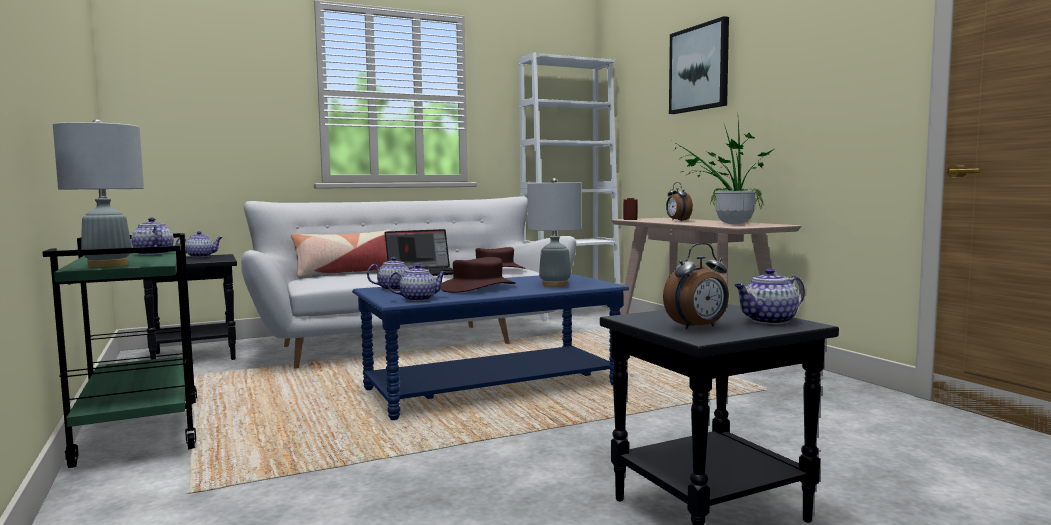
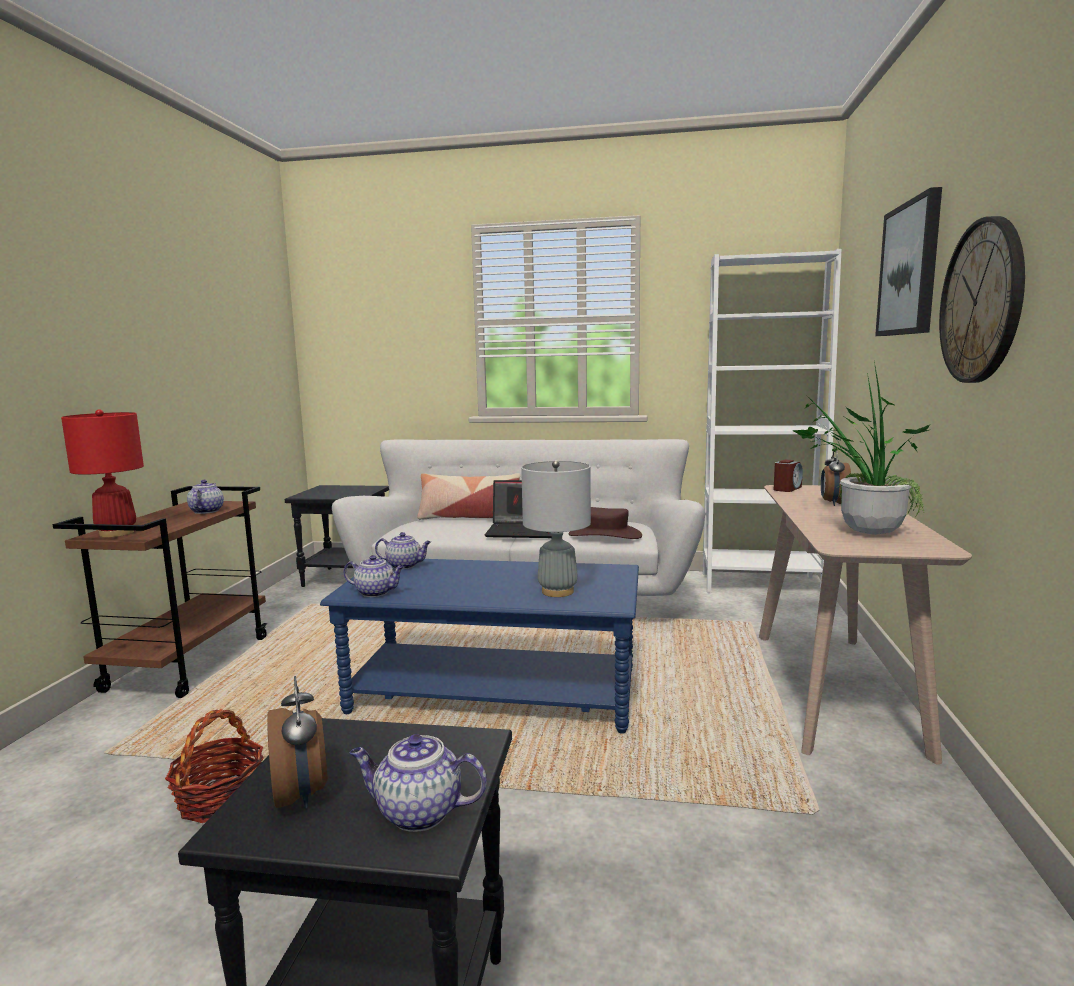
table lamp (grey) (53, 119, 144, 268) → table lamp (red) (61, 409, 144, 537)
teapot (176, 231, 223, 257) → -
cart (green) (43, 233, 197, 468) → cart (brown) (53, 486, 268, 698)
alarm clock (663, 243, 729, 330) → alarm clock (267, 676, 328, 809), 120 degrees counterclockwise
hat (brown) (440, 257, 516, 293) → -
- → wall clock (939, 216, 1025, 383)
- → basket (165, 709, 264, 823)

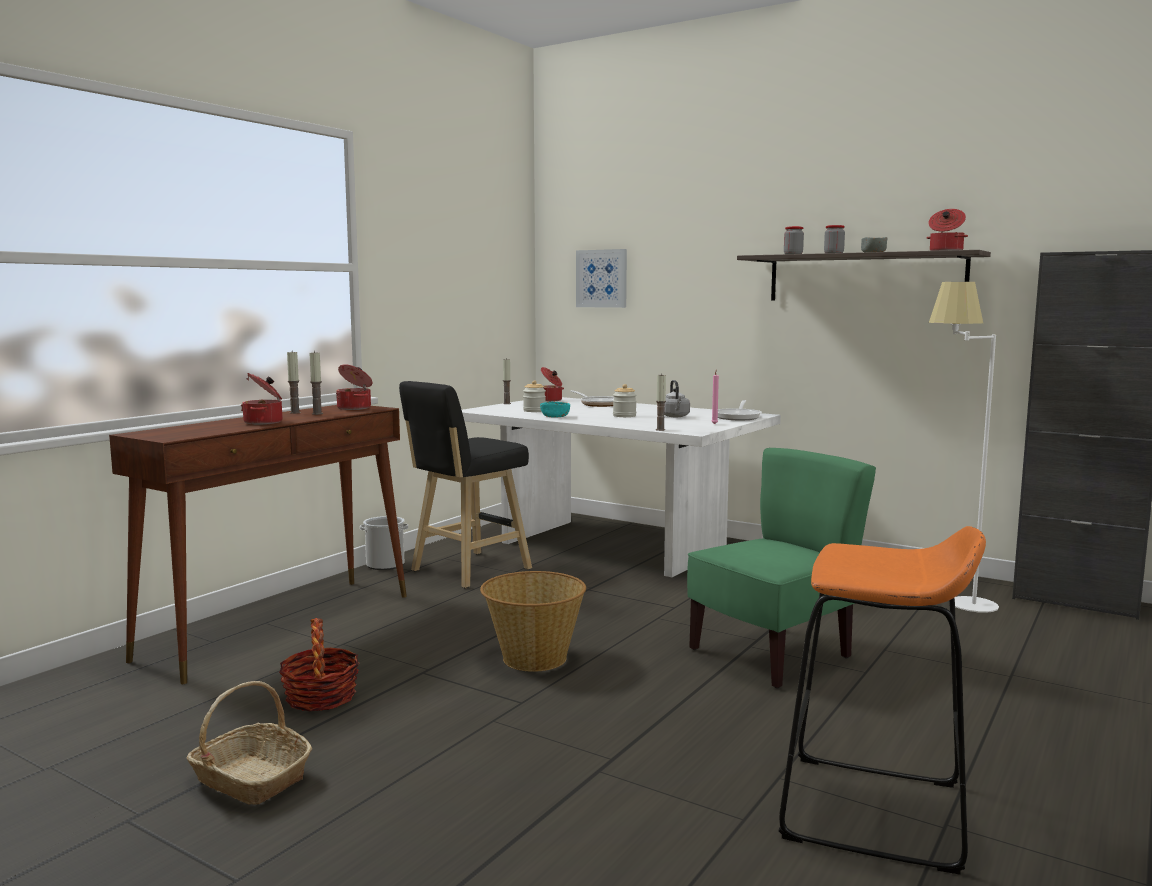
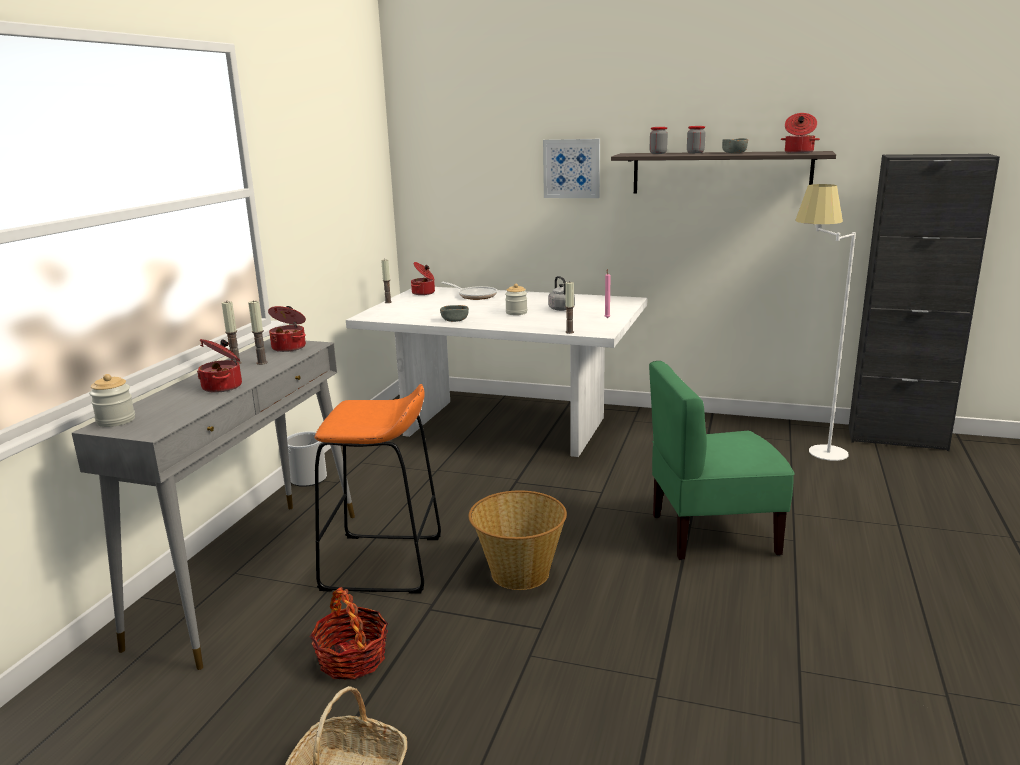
picture (576, 249, 627, 308) → picture (543, 139, 600, 198), shifted
jar (523, 380, 546, 412) → jar (89, 374, 135, 427), shifted
stool (black) (399, 381, 532, 589) → -
frying pan (718, 400, 762, 420) → -
bowl (turquoise) (540, 402, 570, 417) → bowl (grey) (440, 305, 469, 322)
console table (brown) (109, 405, 407, 684) → console table (grey) (72, 339, 355, 670)
chair (green) (687, 448, 876, 689) → chair (green) (649, 361, 795, 560), 135 degrees counterclockwise
stool (orange) (779, 526, 986, 875) → stool (orange) (314, 384, 441, 594), shifted

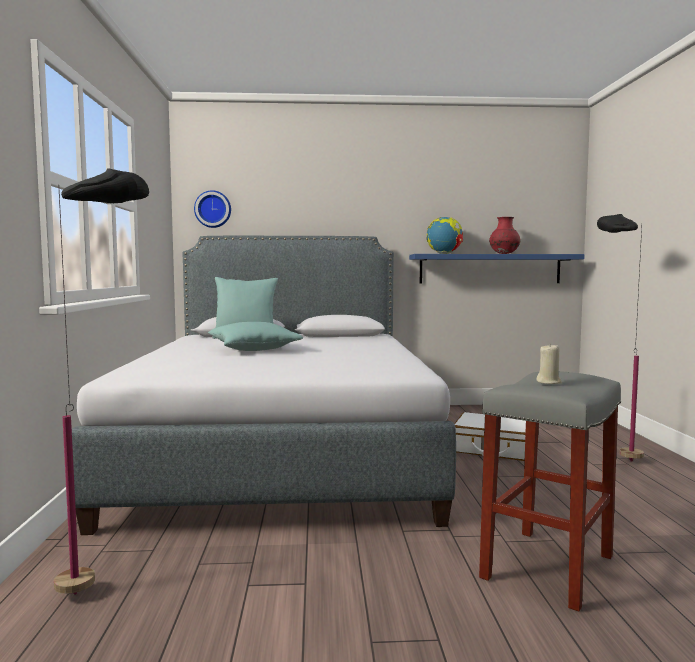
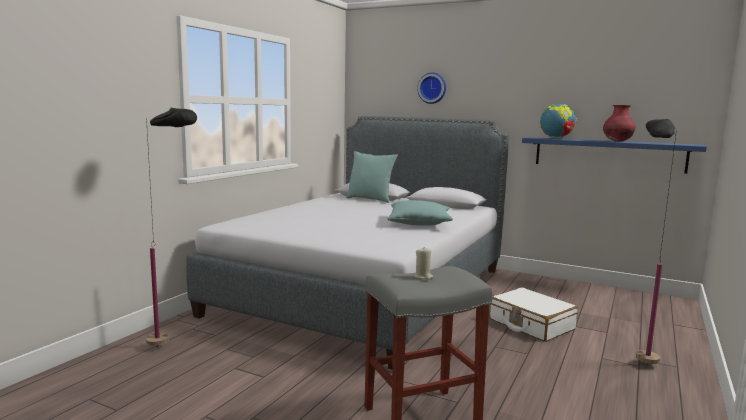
wall clock (194, 190, 231, 228) → wall clock (418, 72, 446, 104), shifted
pillow (turquoise) (208, 322, 303, 351) → pillow (turquoise) (387, 200, 453, 226), shifted

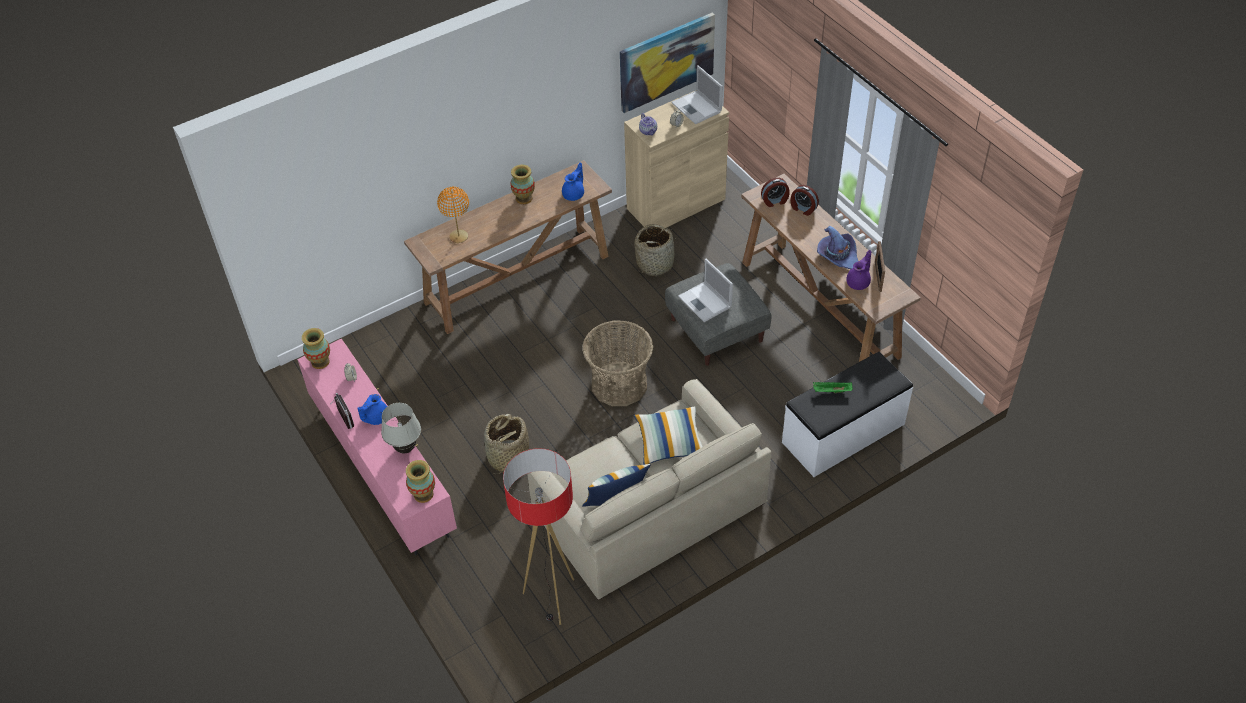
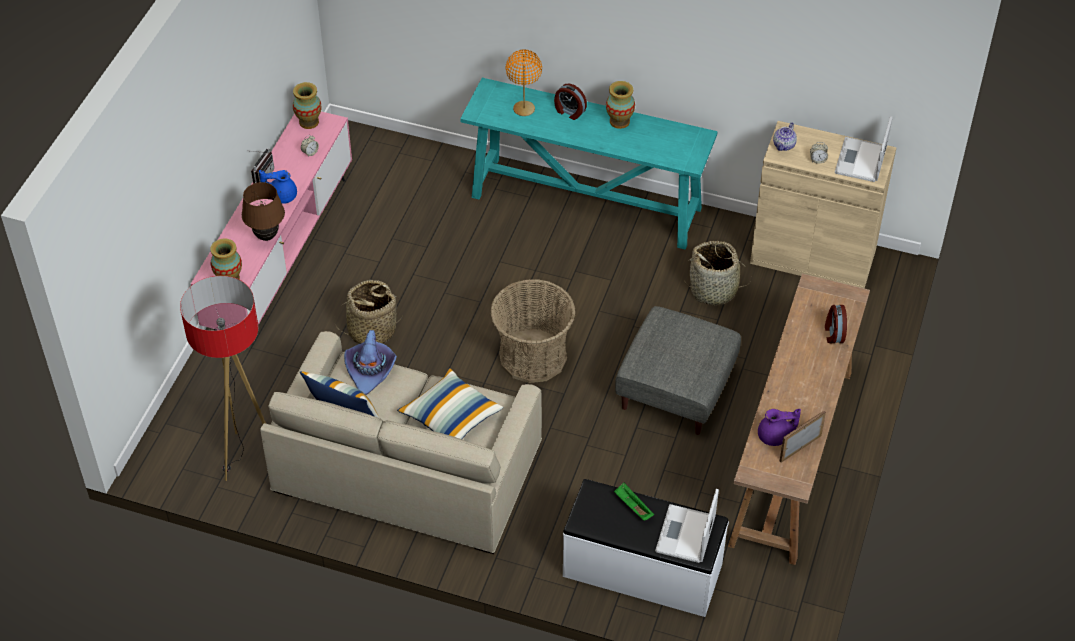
picture (620, 12, 715, 113) → -
console table (brown) (404, 160, 612, 334) → console table (turquoise) (460, 78, 718, 250)
teapot (blue) (562, 163, 584, 201) → -
alarm clock (761, 178, 789, 207) → alarm clock (554, 83, 587, 120), shifted
hat (purple) (817, 226, 858, 269) → hat (purple) (344, 330, 397, 395), shifted
laptop (678, 259, 733, 322) → laptop (655, 489, 719, 563), shifted
table lamp (white) (381, 403, 421, 454) → table lamp (brown) (242, 182, 285, 241)

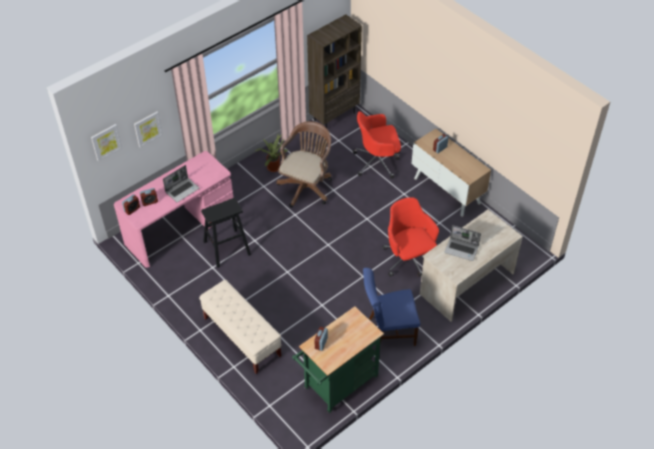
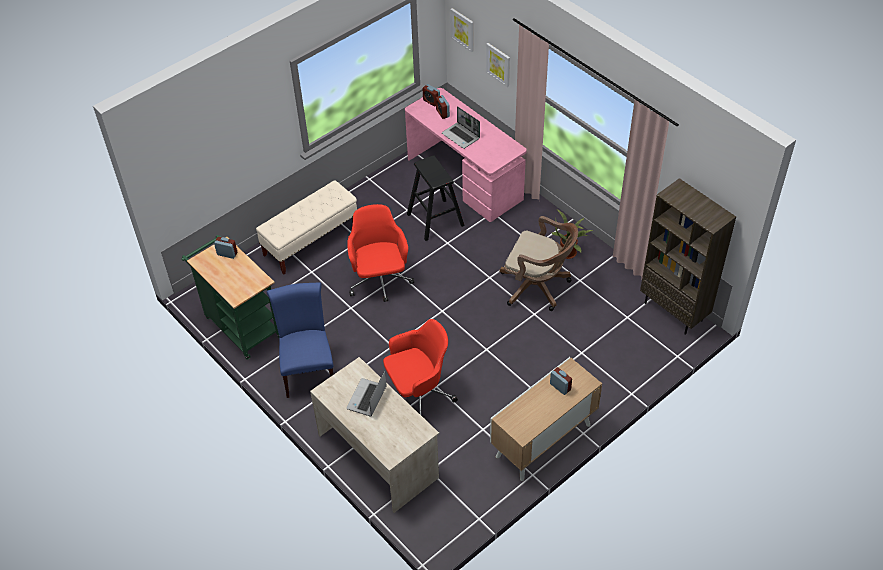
office chair (red) (353, 111, 401, 179) → office chair (red) (347, 204, 414, 302), shifted

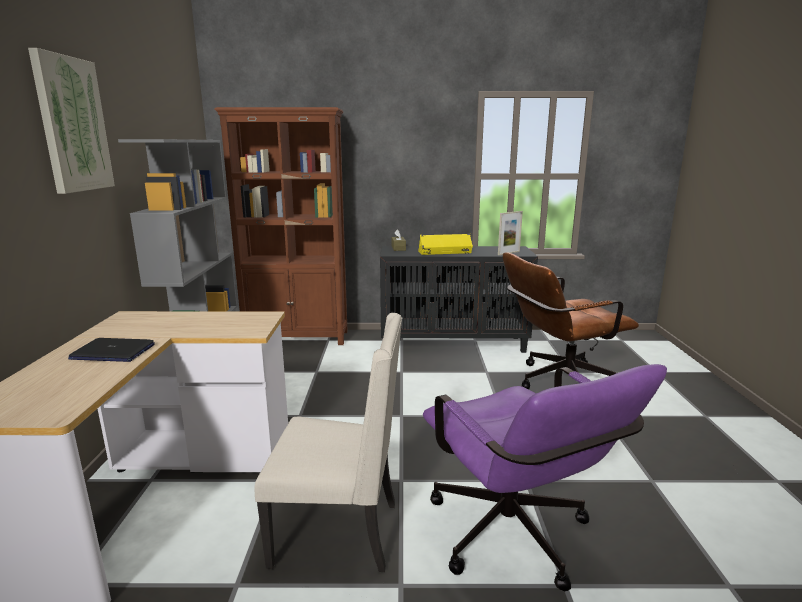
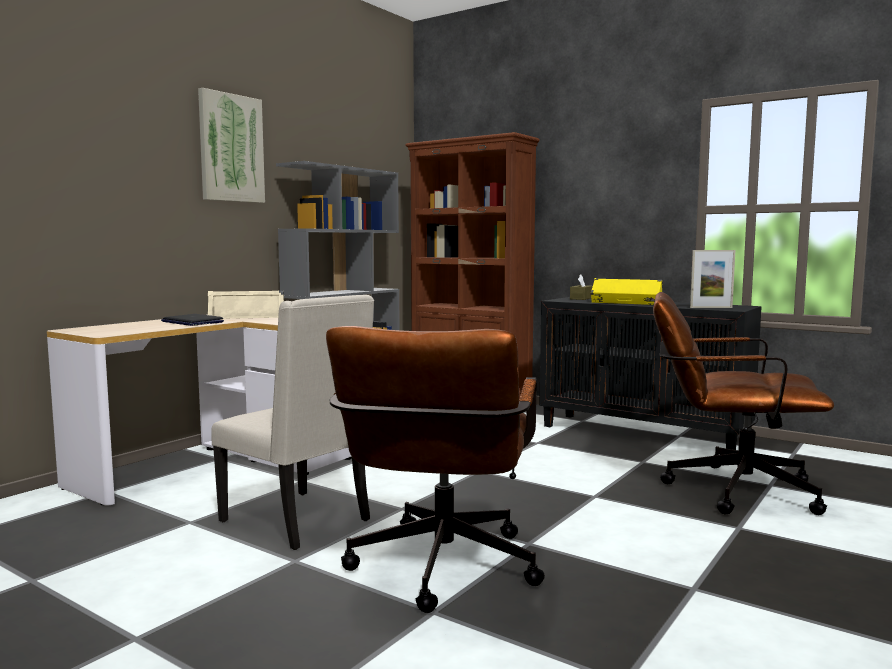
office chair (purple) (423, 364, 667, 592) → office chair (brown) (326, 326, 545, 613)
- → speaker (beige) (208, 290, 284, 319)

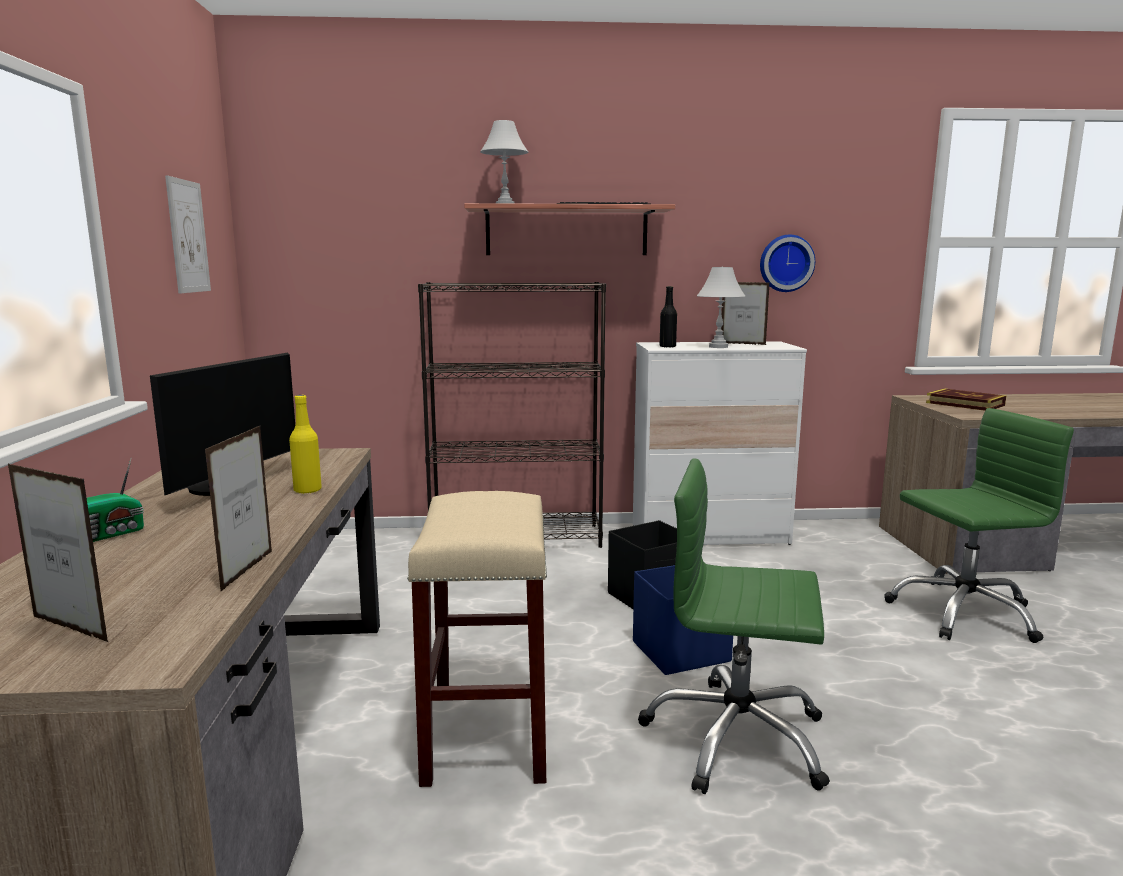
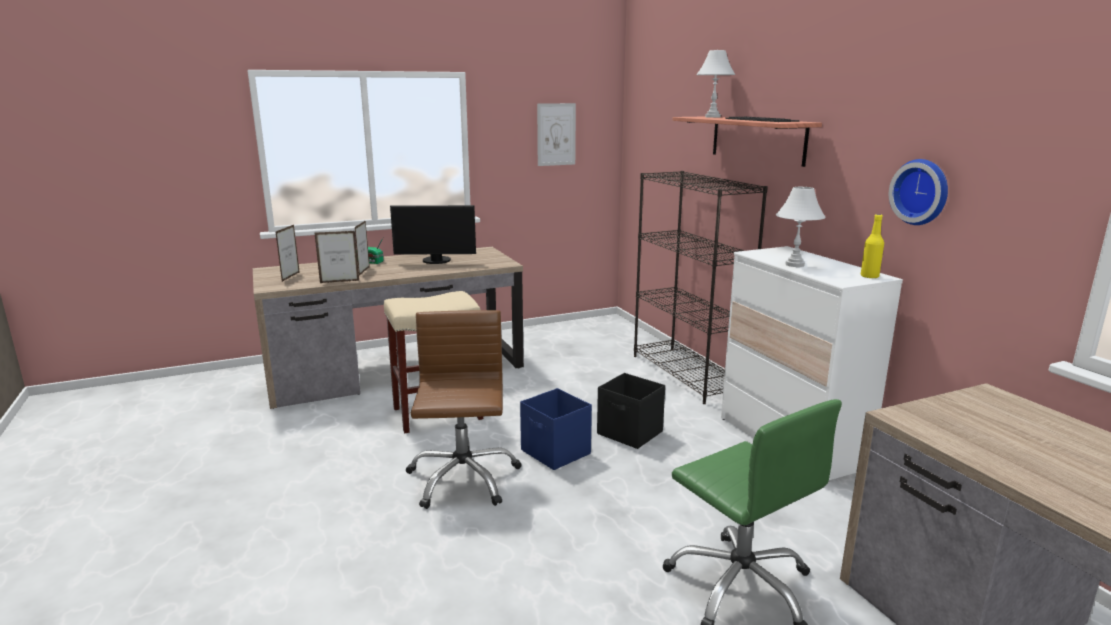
picture frame (721, 282, 770, 345) → picture frame (355, 220, 370, 276), shifted
bottle (black) (660, 286, 677, 348) → -
book (926, 389, 1006, 411) → -
bottle (yellow) (289, 395, 322, 494) → bottle (yellow) (861, 214, 884, 279), shifted
office chair (green) (638, 458, 830, 794) → office chair (brown) (405, 310, 522, 509)

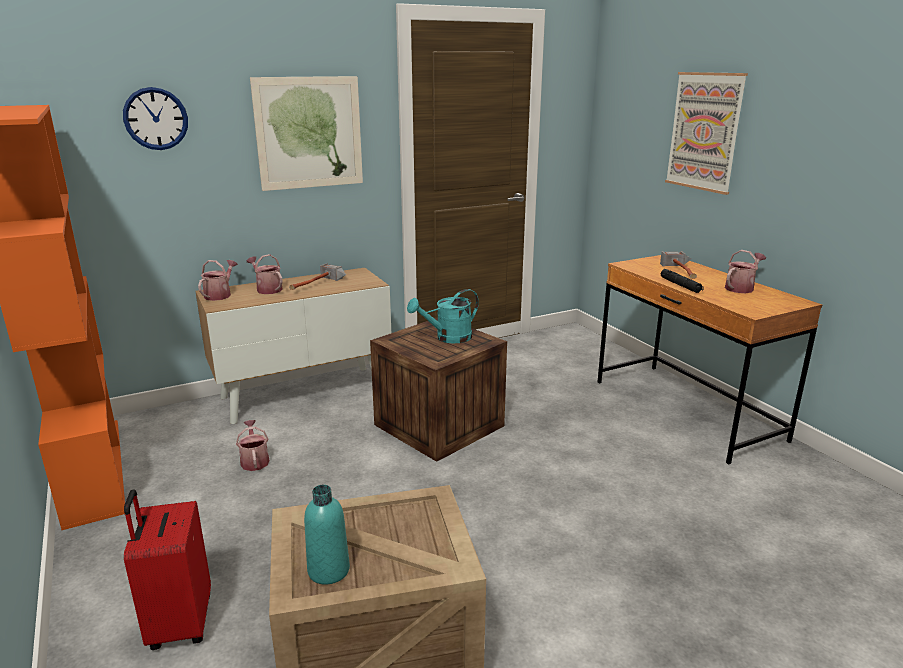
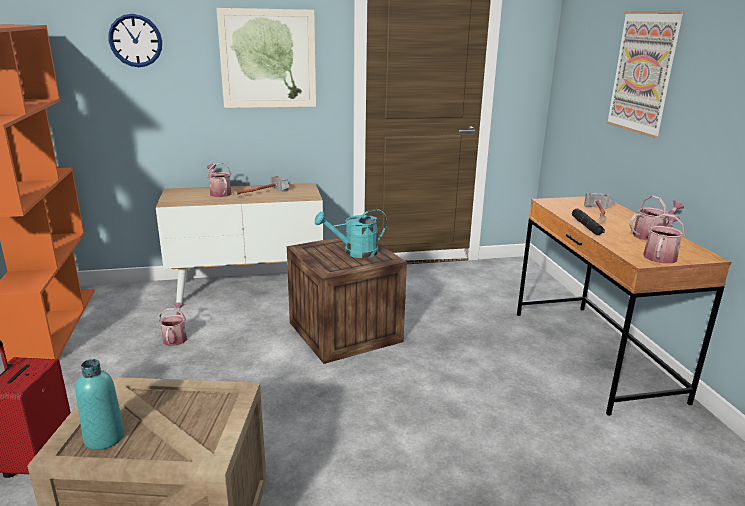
watering can (198, 260, 238, 301) → watering can (643, 214, 685, 264), shifted

